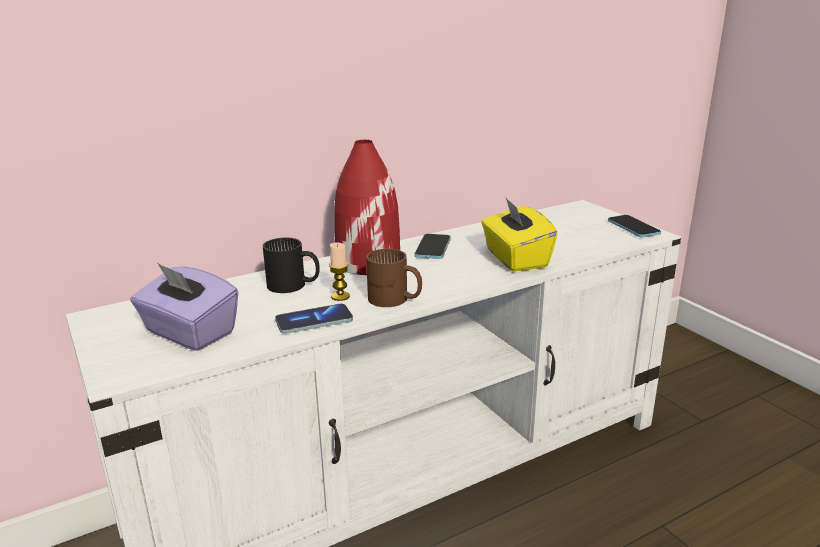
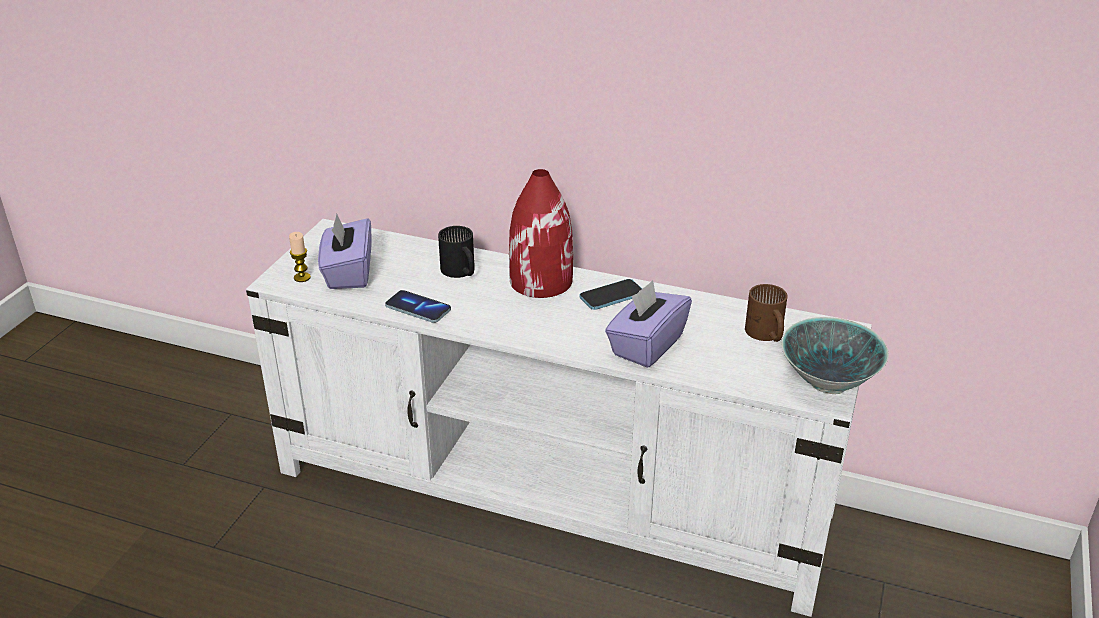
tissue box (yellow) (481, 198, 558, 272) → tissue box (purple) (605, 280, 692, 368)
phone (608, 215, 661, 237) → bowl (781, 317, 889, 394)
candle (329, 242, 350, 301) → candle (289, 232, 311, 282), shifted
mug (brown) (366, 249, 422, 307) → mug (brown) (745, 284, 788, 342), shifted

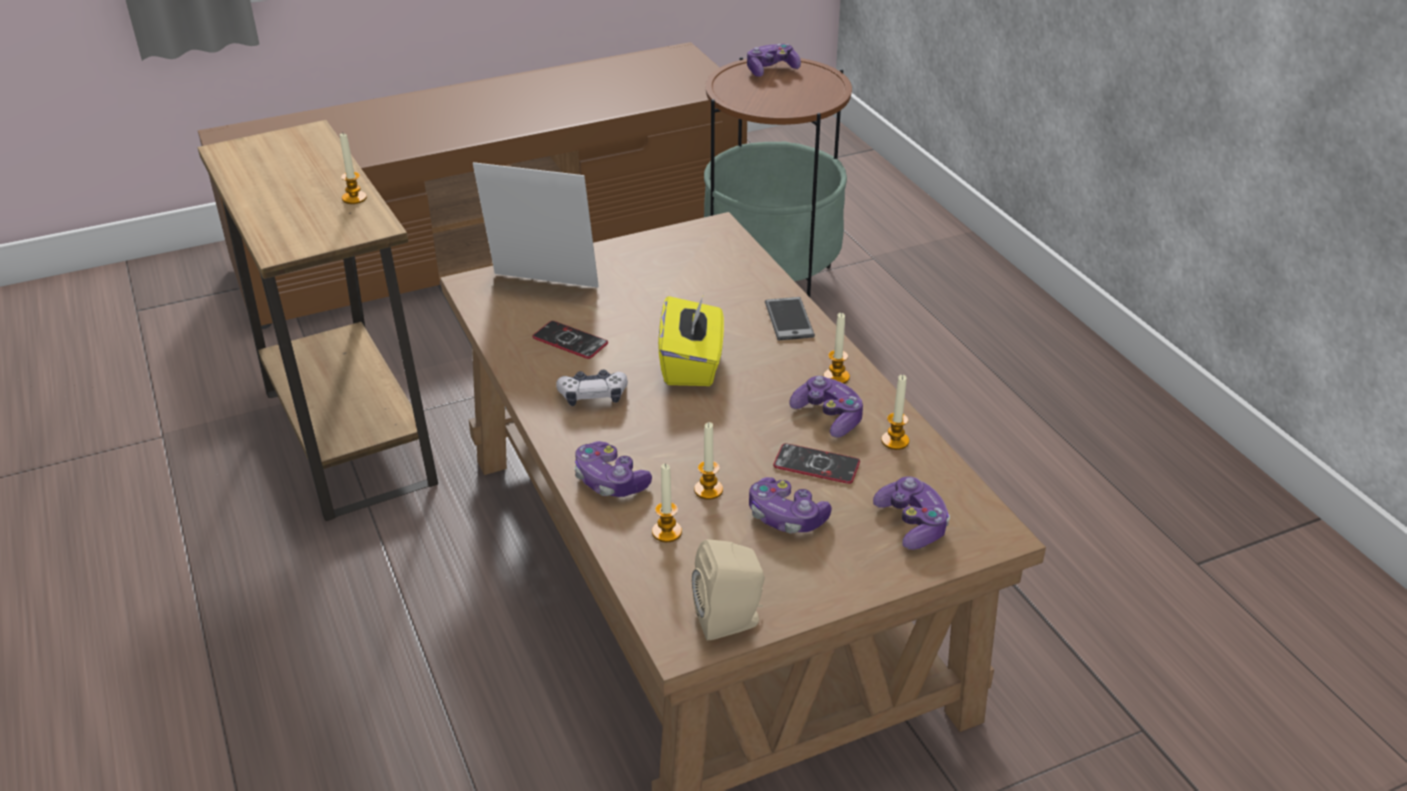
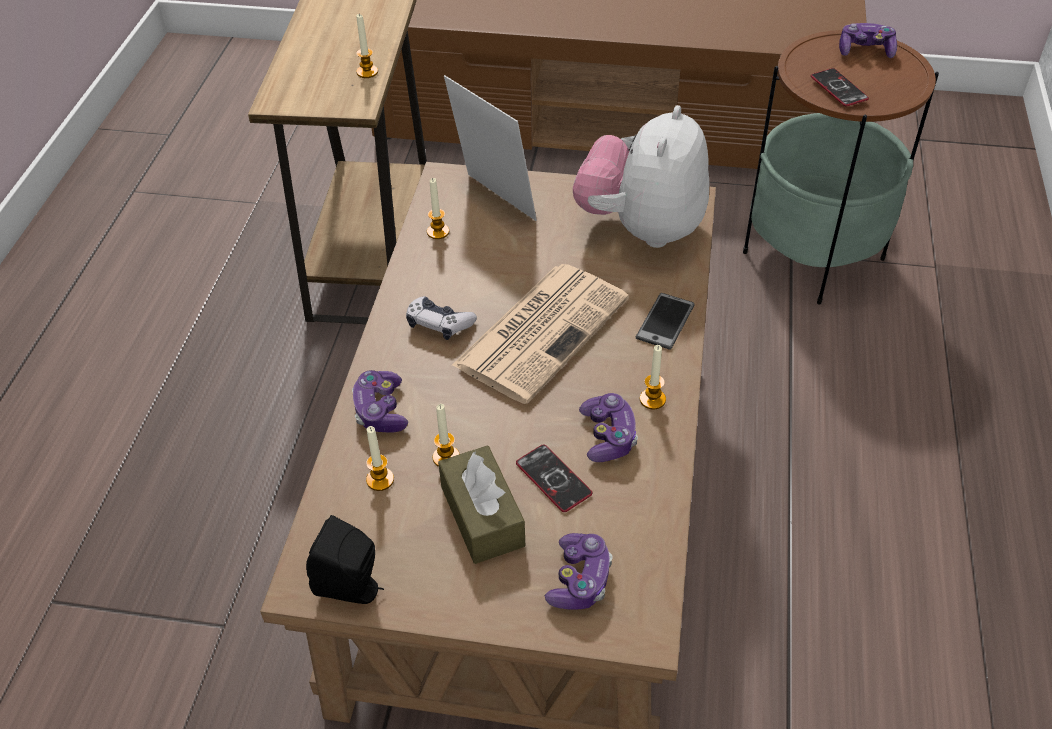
tissue box (yellow) (658, 294, 724, 386) → newspaper (452, 264, 629, 404)
phone (532, 321, 608, 359) → phone (811, 68, 869, 106), shifted
candle (881, 375, 909, 450) → candle (427, 178, 449, 239), shifted
game controller (749, 477, 832, 533) → tissue box (brown) (438, 446, 525, 564)
speaker (beige) (692, 539, 765, 641) → speaker (black) (306, 515, 384, 604)
- → plush toy (573, 105, 709, 248)

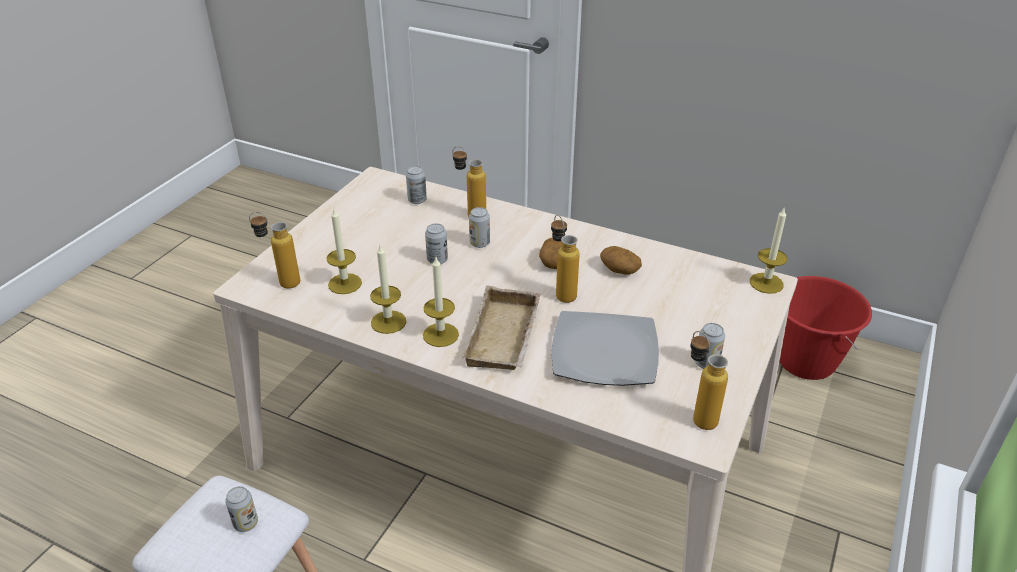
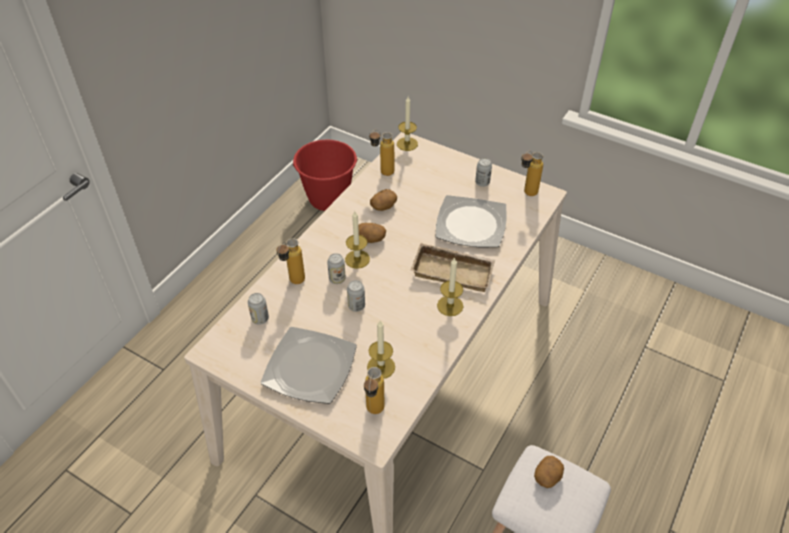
bottle (551, 215, 580, 303) → bottle (369, 130, 394, 176), shifted
candle (370, 245, 406, 334) → candle (345, 211, 370, 269), shifted
can (225, 486, 258, 532) → potato (534, 456, 564, 488)
- → plate (261, 327, 357, 404)

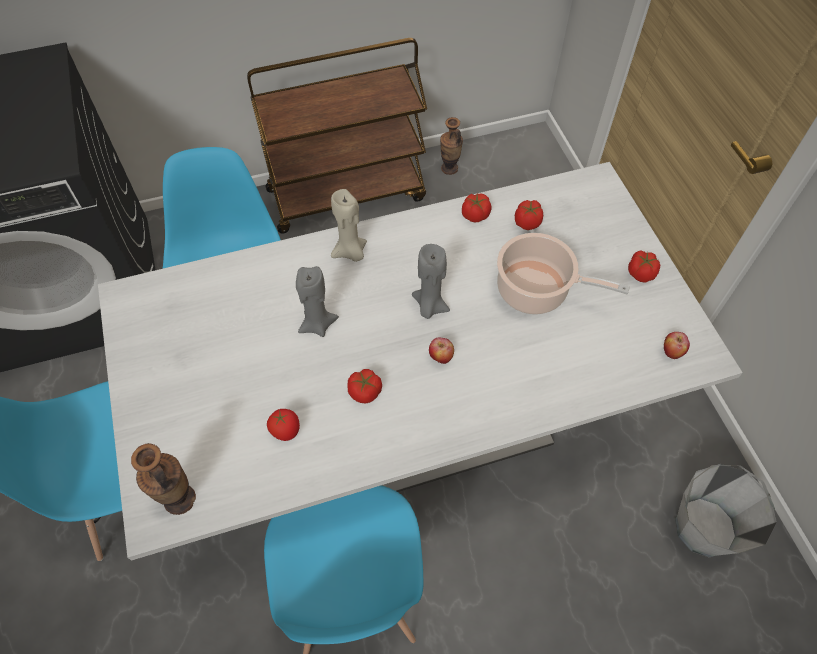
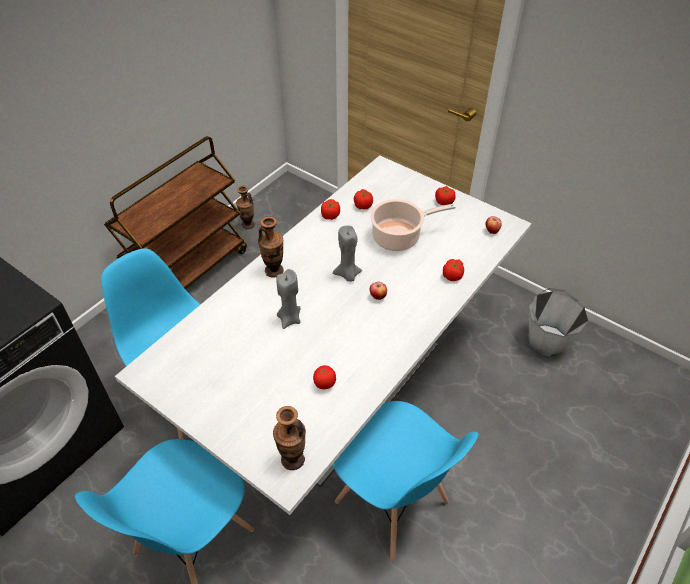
candle (beige) (331, 189, 367, 262) → vase (258, 216, 284, 278)
tomato (347, 369, 382, 404) → tomato (443, 259, 464, 281), shifted

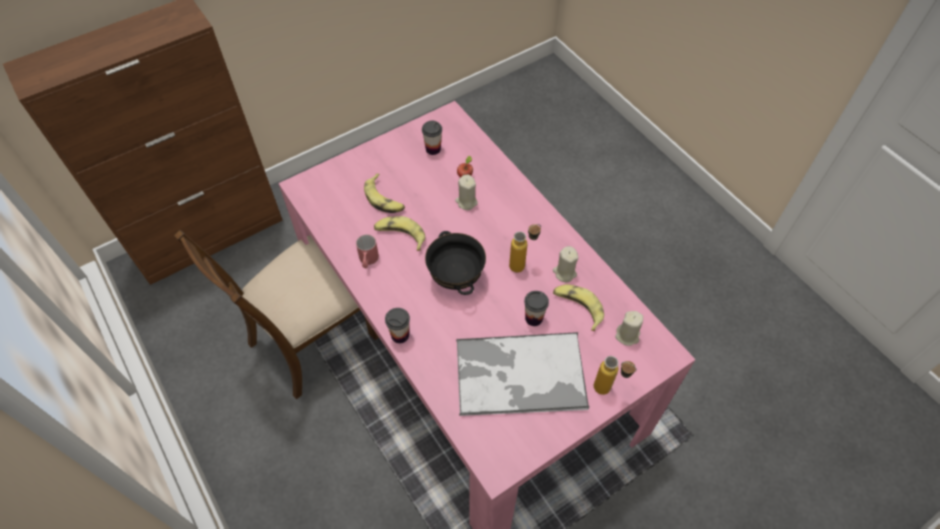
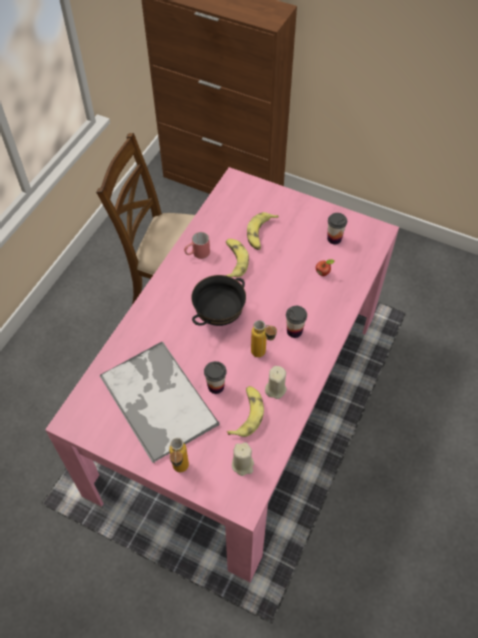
candle (beige) (455, 175, 478, 210) → -
cup (385, 308, 410, 343) → cup (286, 306, 307, 338), shifted

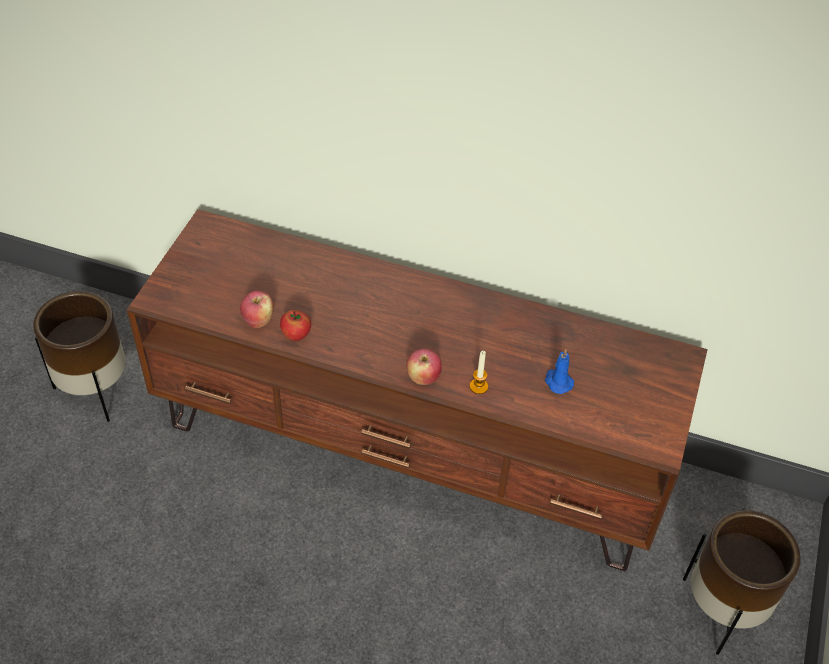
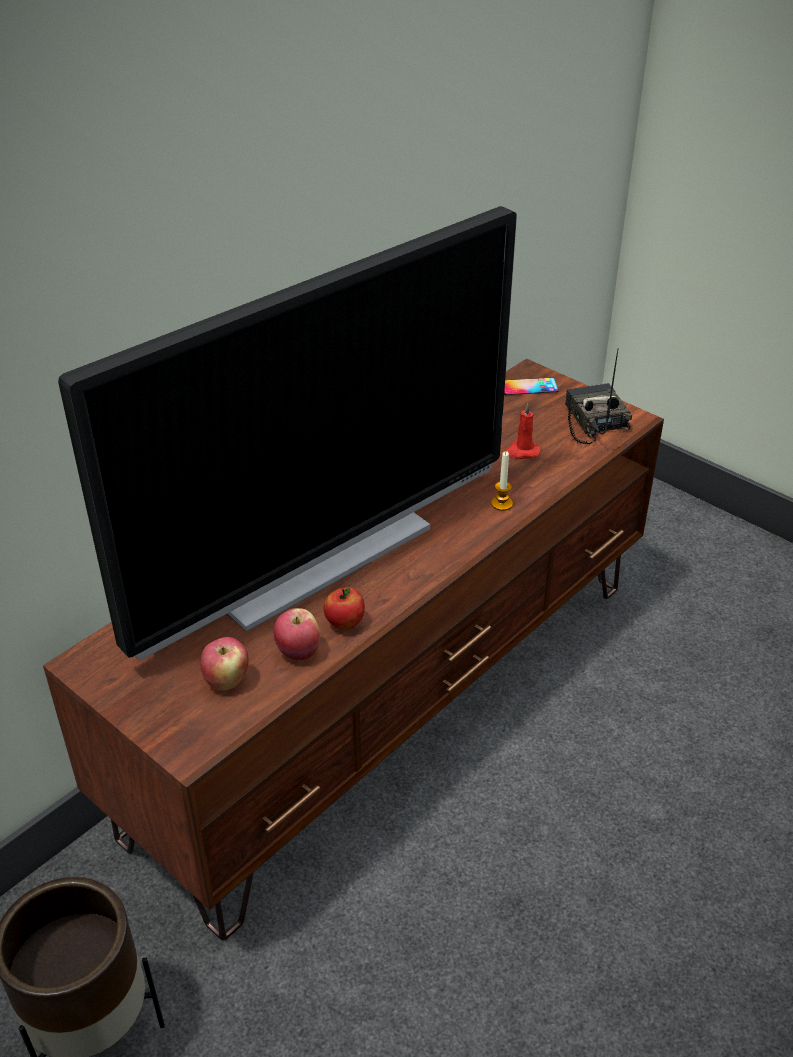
apple (406, 349, 442, 385) → apple (200, 637, 249, 690), shifted
candle (blue) (545, 349, 574, 394) → candle (red) (504, 403, 541, 459)
planter (brown) (683, 510, 800, 655) → -
- → television (58, 206, 517, 660)
- → radio (565, 348, 632, 444)
- → phone (504, 378, 559, 395)

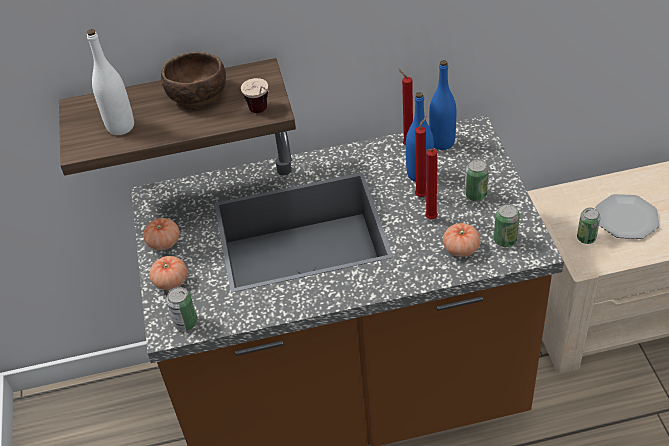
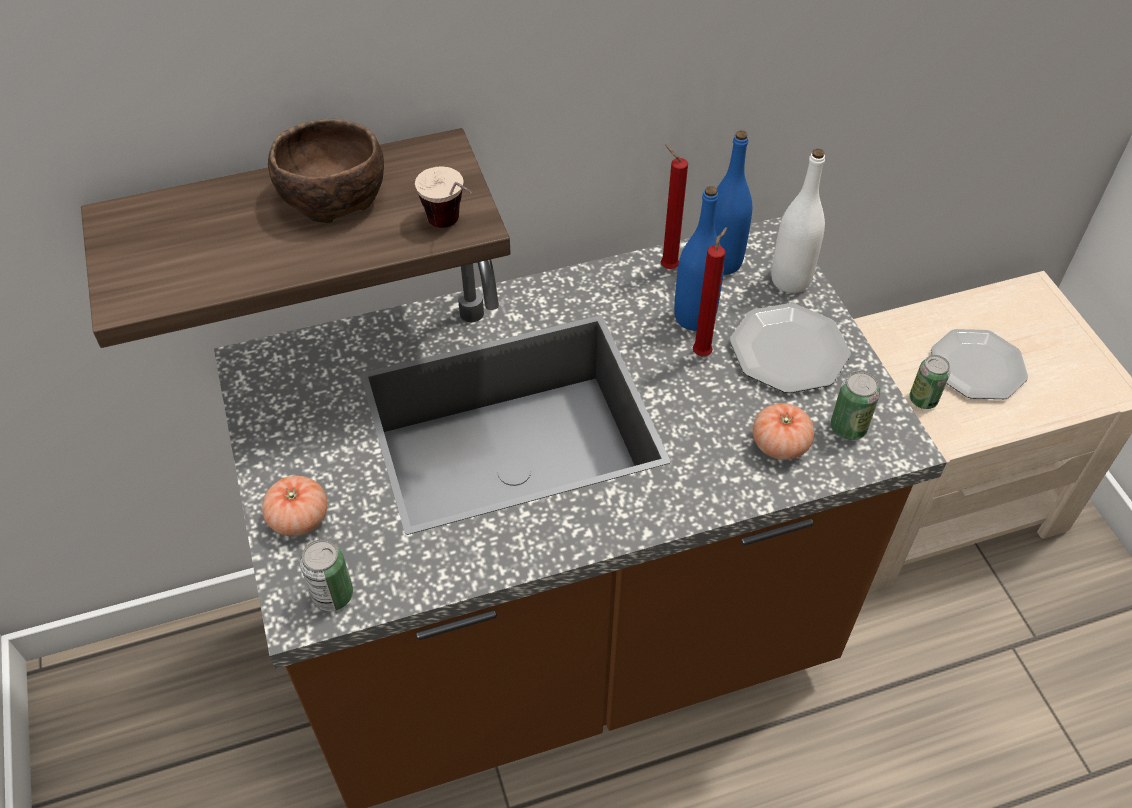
bottle (white) (87, 29, 134, 135) → bottle (white) (771, 149, 825, 293), shifted
candle (red) (425, 149, 438, 219) → -
can (465, 159, 489, 201) → plate (730, 303, 850, 393)
tomato (143, 218, 180, 250) → -

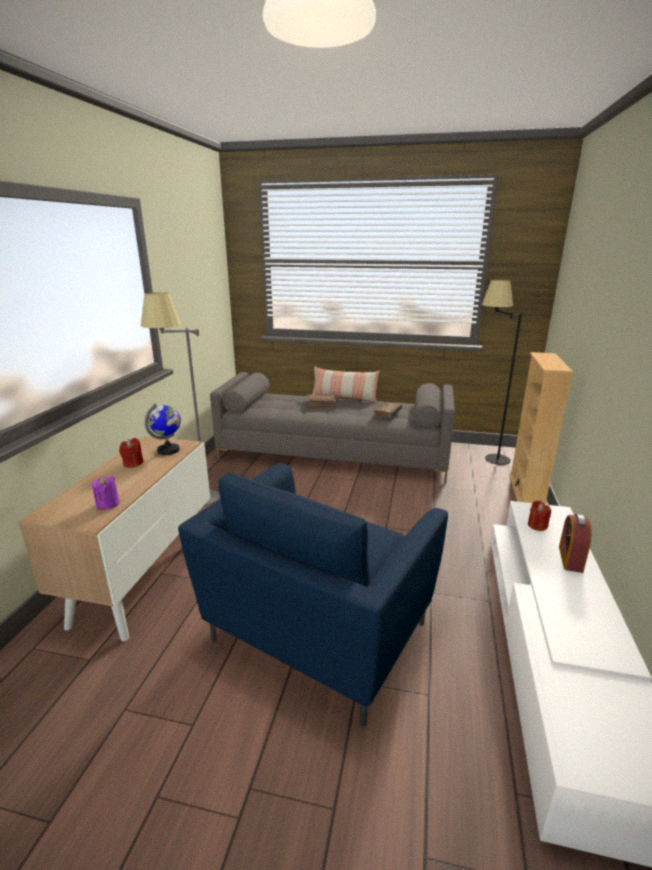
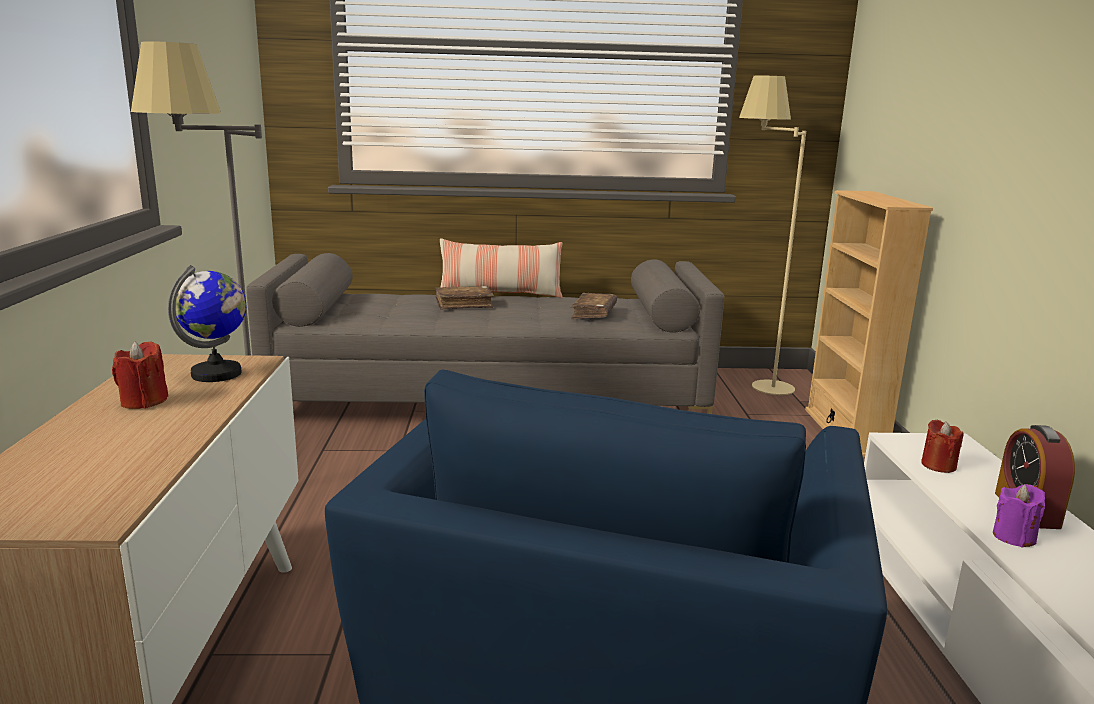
floor lamp (black) (482, 280, 522, 465) → floor lamp (beige) (739, 76, 806, 395)
candle (purple) (92, 476, 120, 510) → candle (purple) (993, 484, 1045, 548), shifted

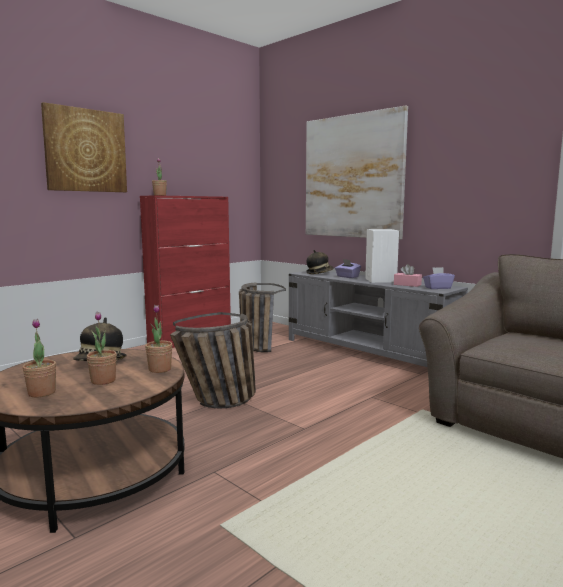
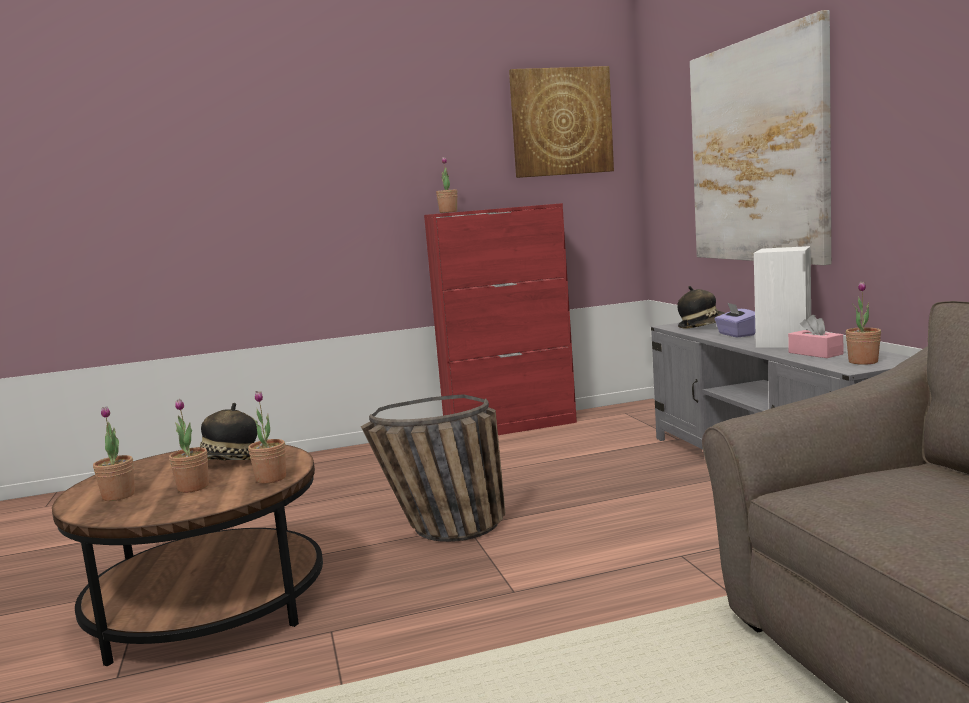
picture (41, 102, 127, 192) → picture (509, 66, 614, 178), shifted
tissue box (purple) (423, 267, 455, 289) → potted plant (846, 281, 881, 365)
basket (239, 282, 286, 352) → -

